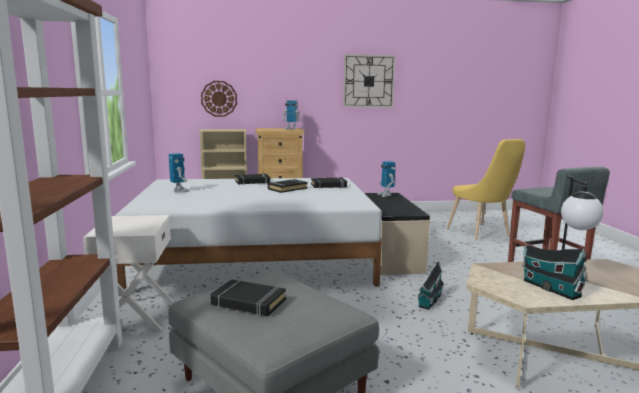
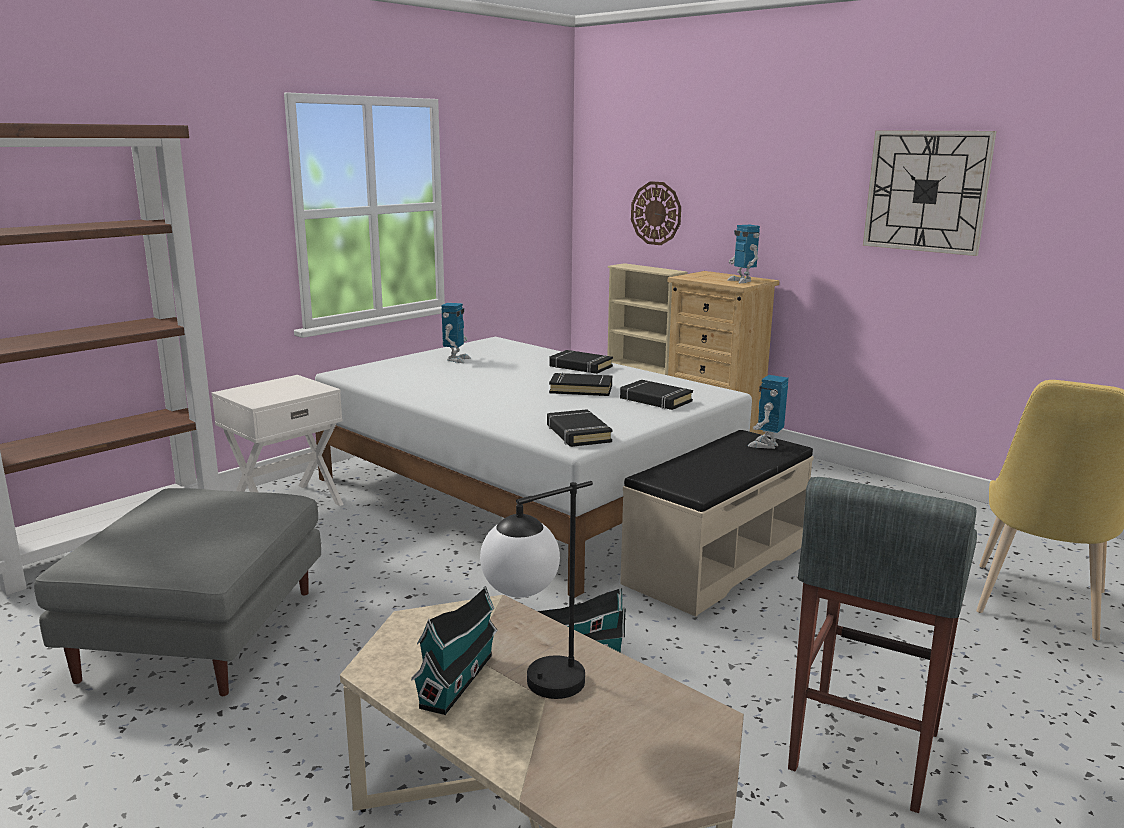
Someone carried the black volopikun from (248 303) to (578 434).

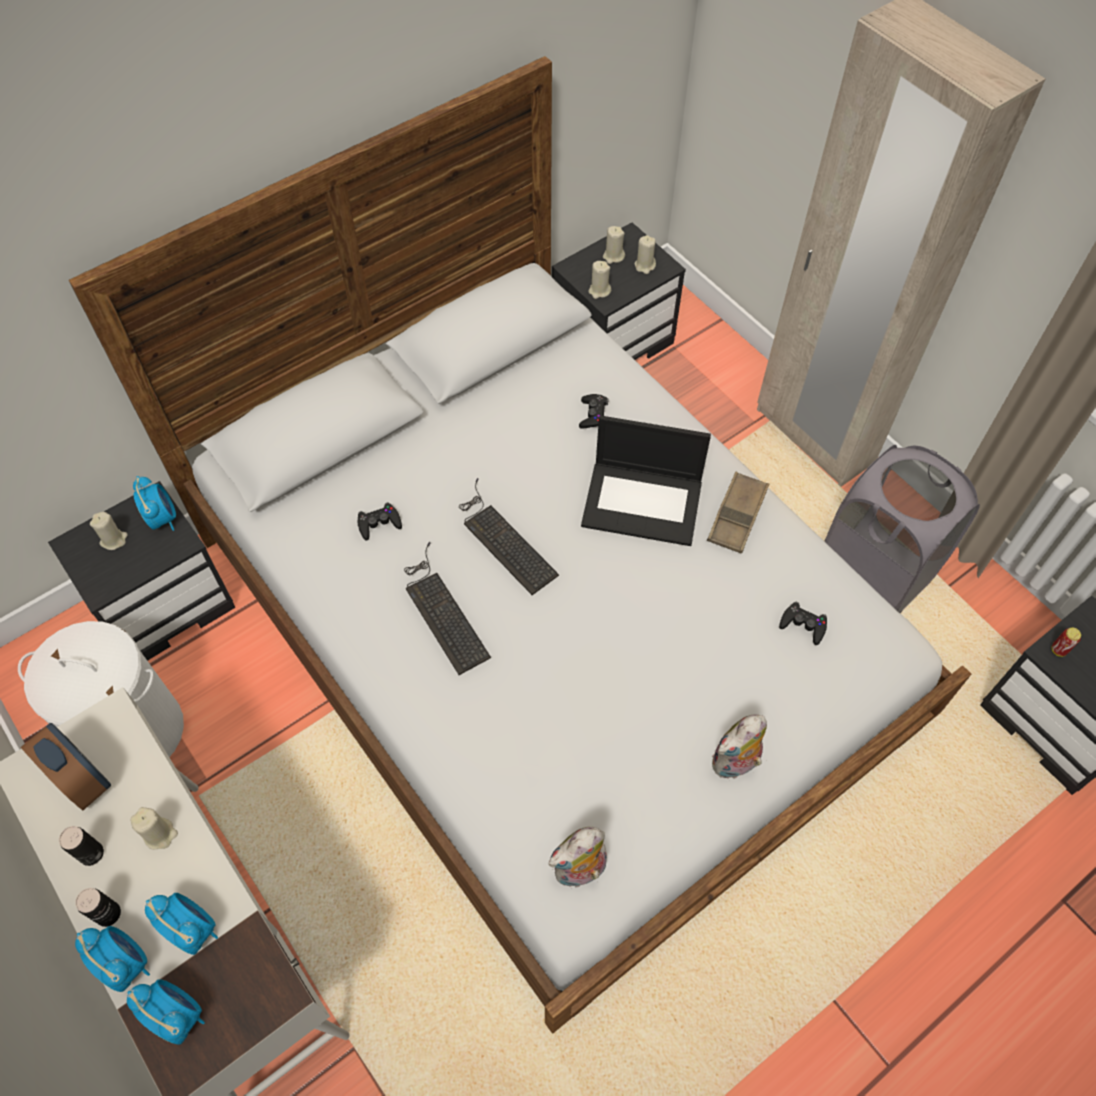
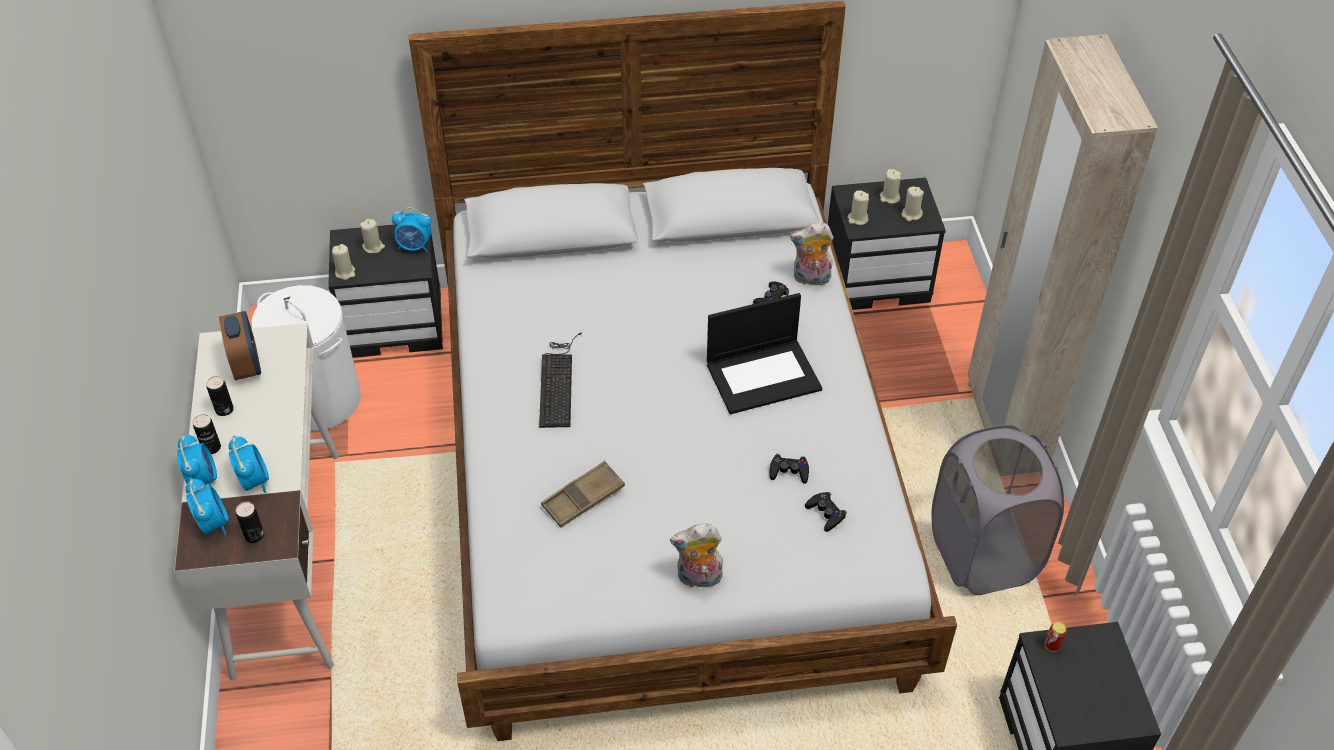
Someone took away the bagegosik at (503 539).
Someone put down the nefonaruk at (254 535).
Someone carried the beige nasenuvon from (160 834) to (345 272).
Someone carried the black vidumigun from (379 523) to (789 471).
Someone carried the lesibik from (580 871) to (810 279).
Someone carried the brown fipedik from (737 516) to (583 498).
Someone rotated the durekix at (162 518) by 90 degrees clockwise.
Someone rotated the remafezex at (643 502) by 60 degrees counterclockwise.

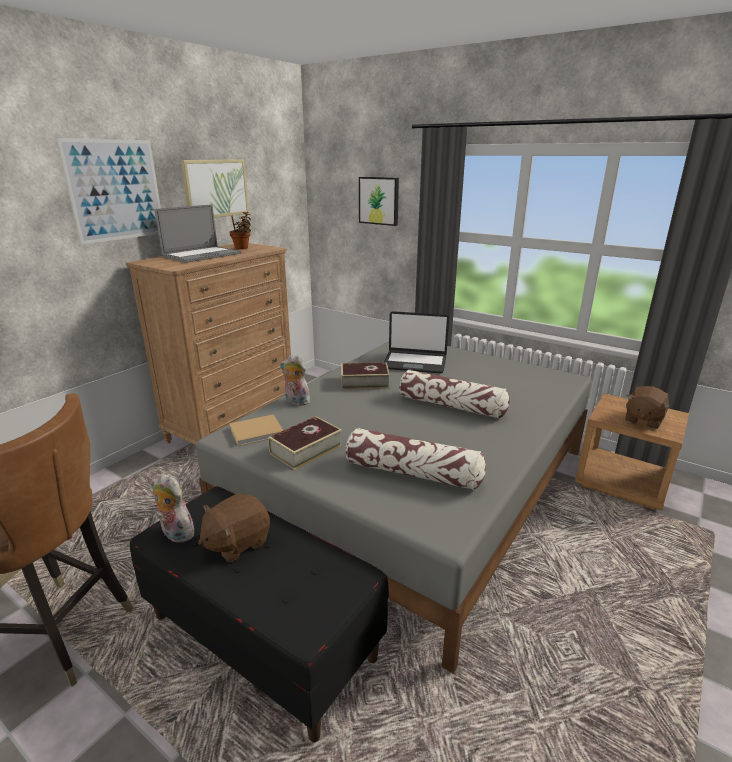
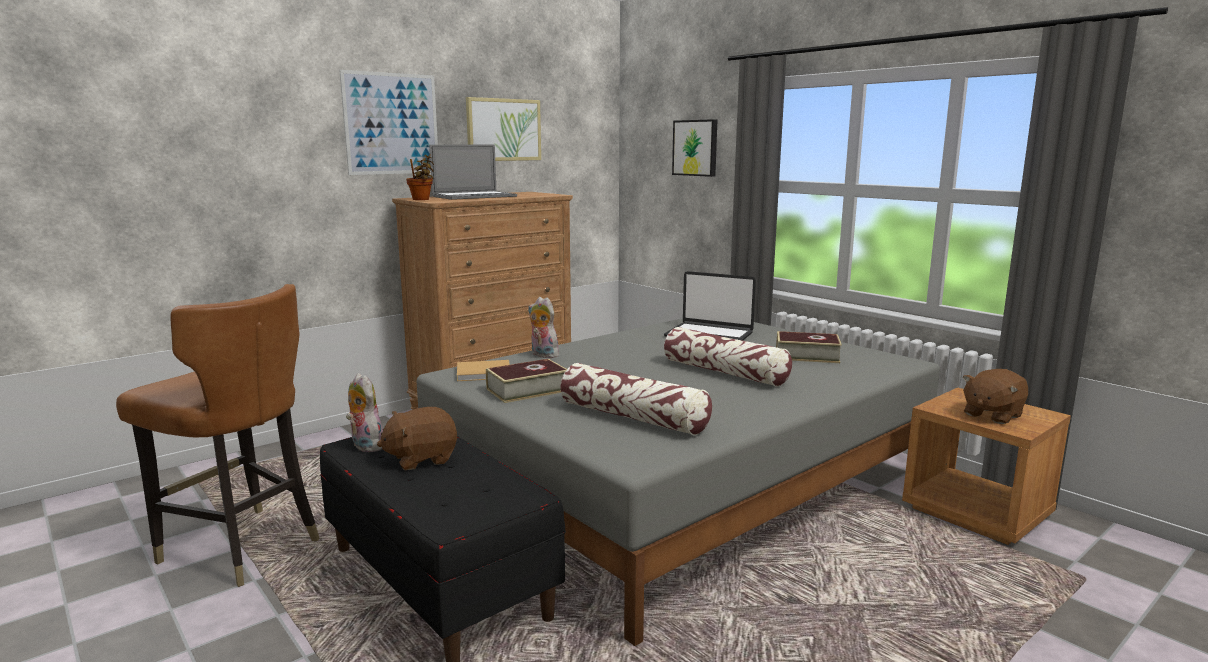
Someone carried the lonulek from (242 248) to (422 199).
Someone carried the volopikun from (364 382) to (807 355).

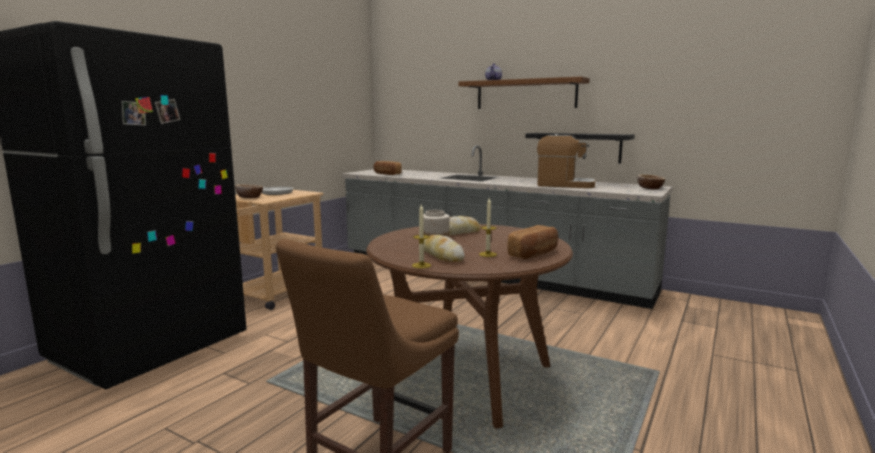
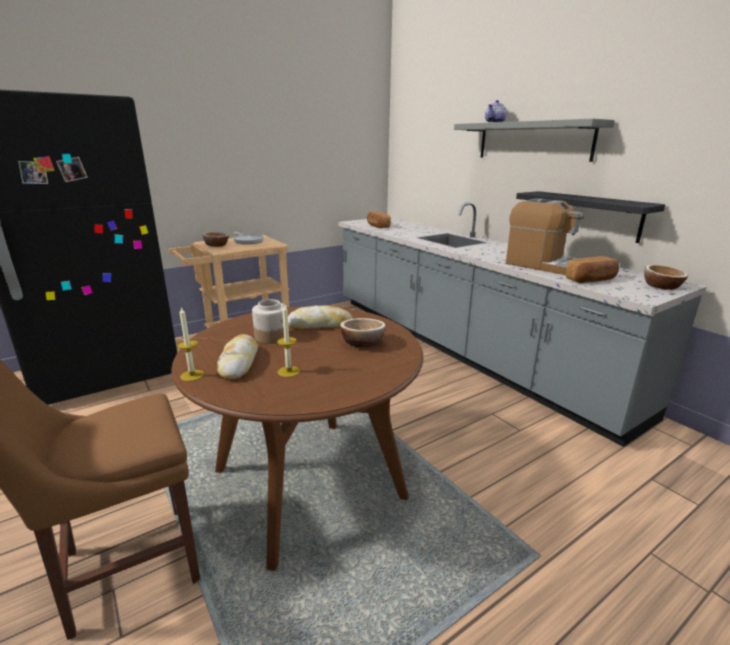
Someone put down the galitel at (362 343).
Someone carried the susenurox from (534 253) to (591 280).
Someone repainted the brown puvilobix at (525 94), which became the grey puvilobix at (533 141).

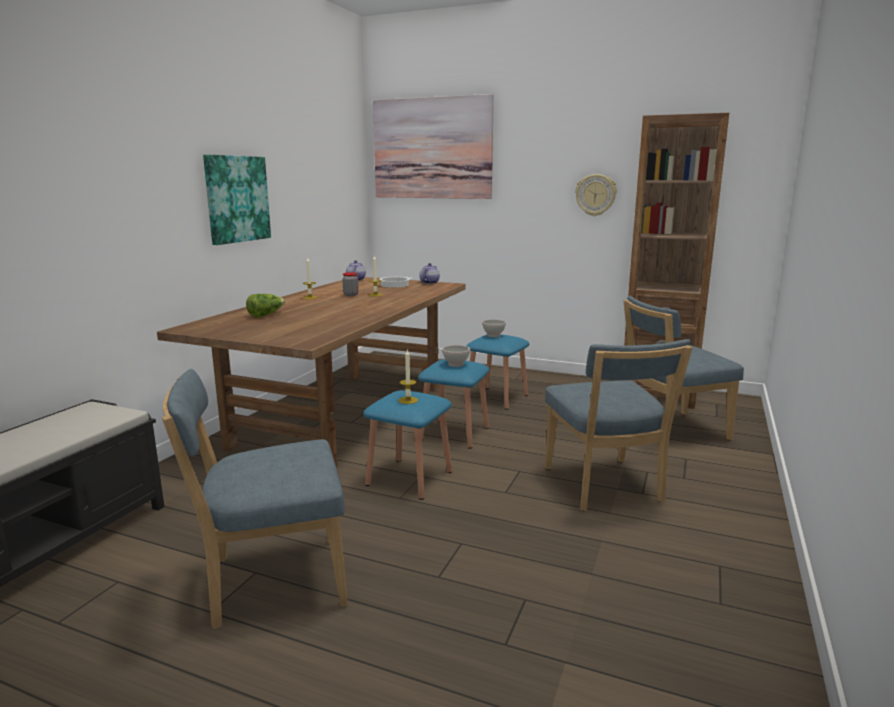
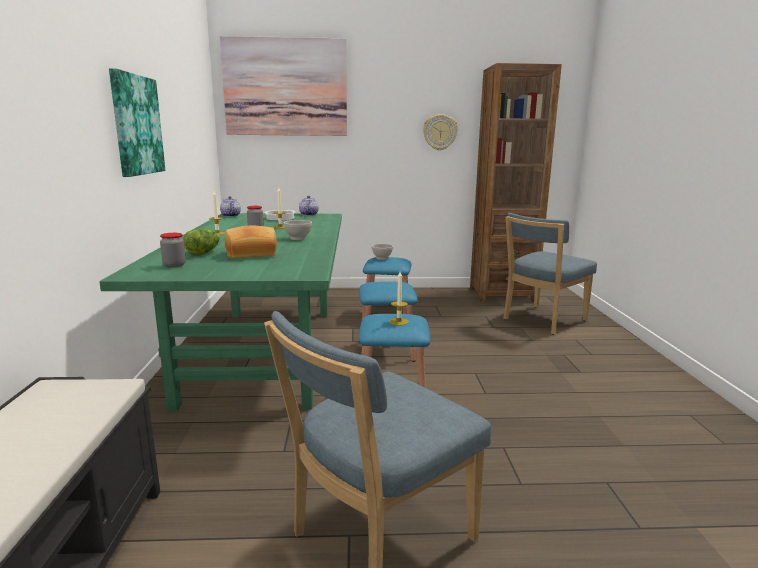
Someone took away the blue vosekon at (605 487).
Someone put down the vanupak at (174 265).
Someone put down the susenurox at (251 254).
Someone carried the white galitel from (456 364) to (298 238).
Someone repainted the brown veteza at (344 414), which became the green veteza at (265 351).

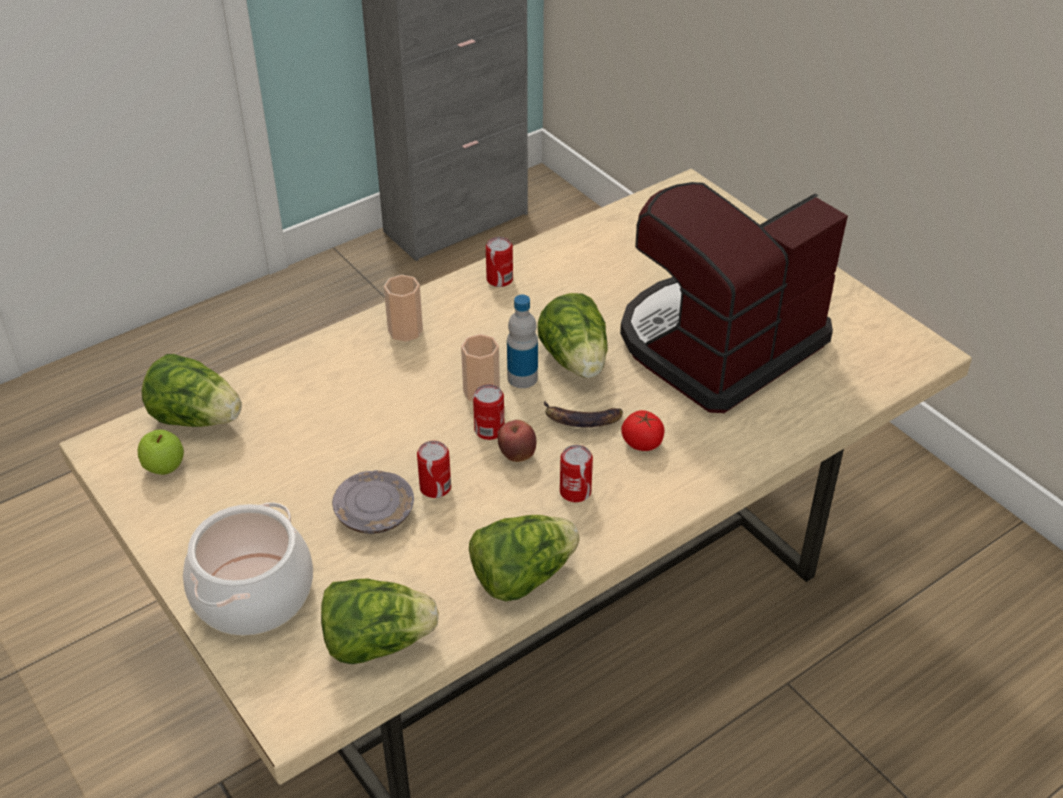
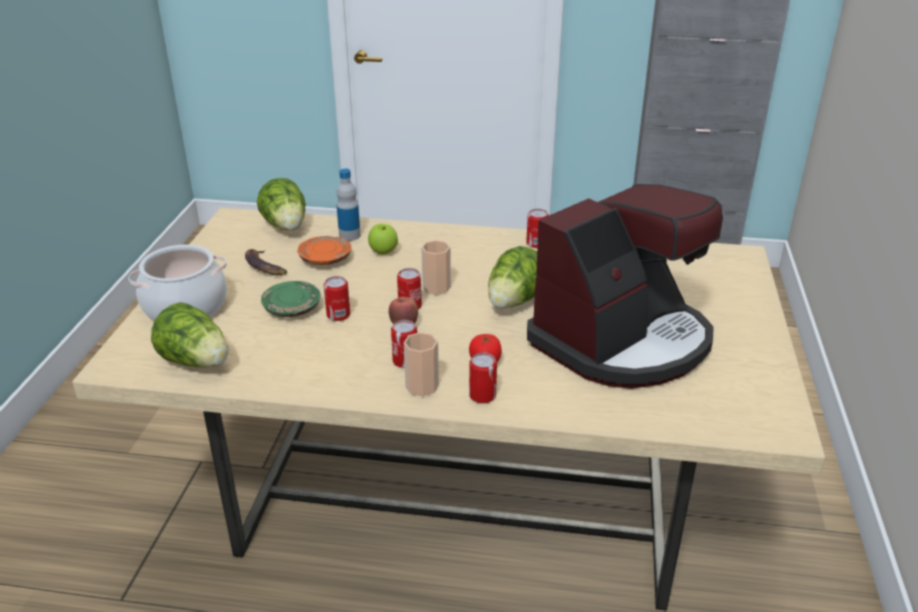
Someone took away the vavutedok at (522 576).
Someone put down the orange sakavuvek at (325 259).
Someone put down the nefonaruk at (482 395).
Someone carried the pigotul from (164 467) to (383 252).
Someone carried the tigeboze from (405 330) to (422 386).
Someone carried the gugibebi from (522 378) to (349 235).
Someone carried the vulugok from (581 420) to (264 266).
Someone repainted the grey sakavuvek at (375 512), which became the green sakavuvek at (292 308).
Someone rotated the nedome at (718 344) by 135 degrees clockwise.

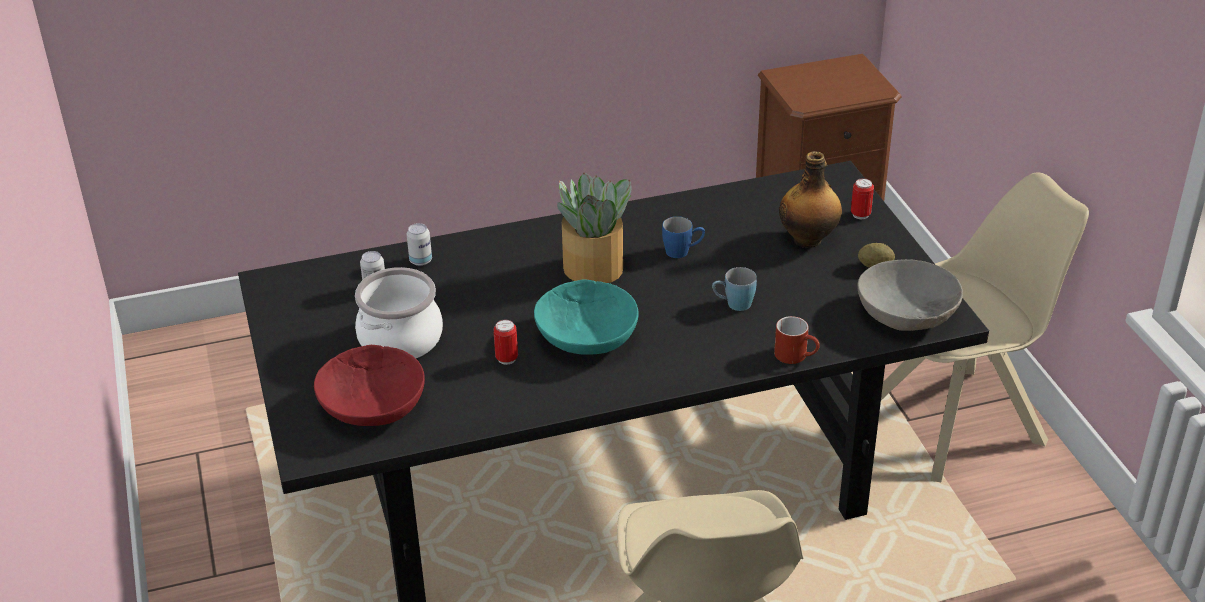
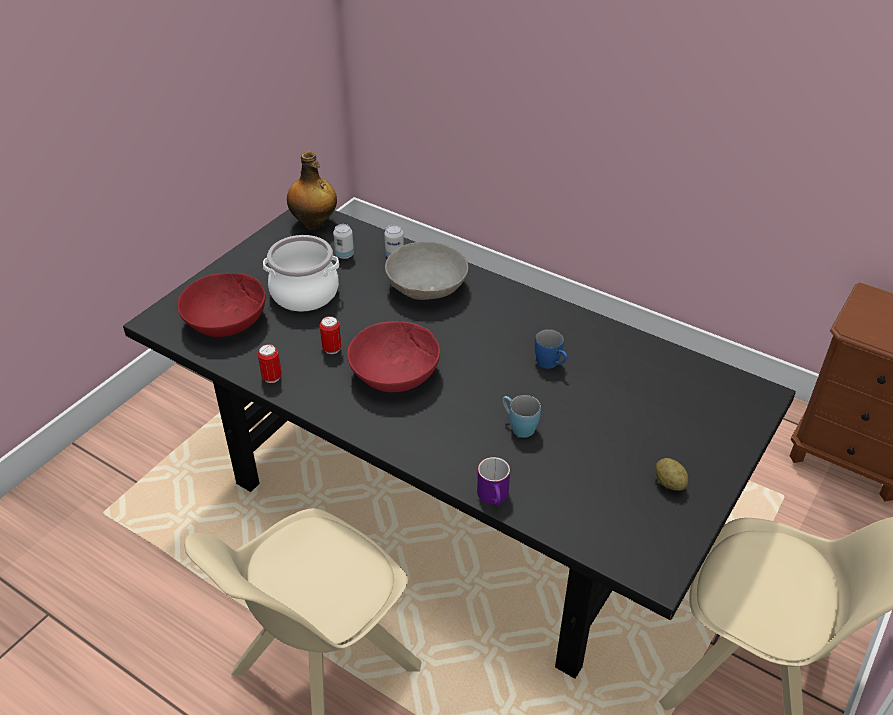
Someone took away the lonulek at (594 269).
Someone carried the gugibebi from (808 239) to (314 223).
Someone carried the nefonaruk from (860 215) to (272 377).
Someone carried the grey galitel from (907 314) to (427 287).
Someone repainted the turquoise galitel at (586 337), which became the red galitel at (394 372).
Someone repainted the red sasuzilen at (796 355), which became the purple sasuzilen at (495 497).

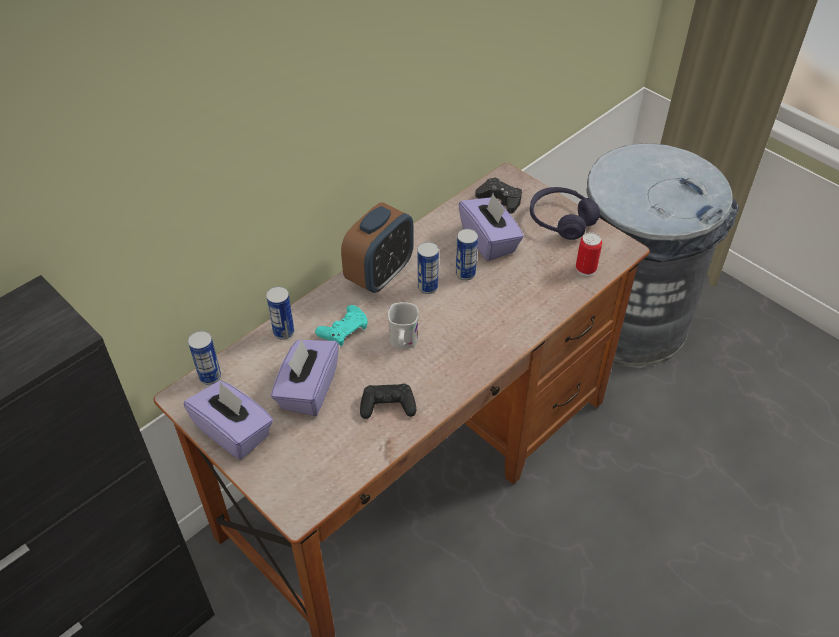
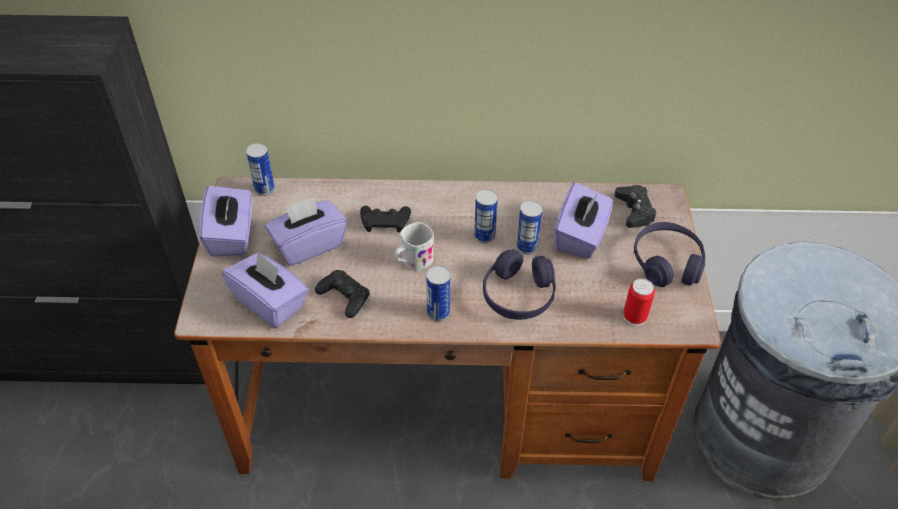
Someone took away the durekix at (380 274).
Someone put down the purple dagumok at (270 302).
Someone put down the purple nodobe at (518 295).
Someone carried the nefonaruk from (283 332) to (438 313).
Someone repainted the turquoise vidumigun at (343 330), which became the black vidumigun at (385 222).

